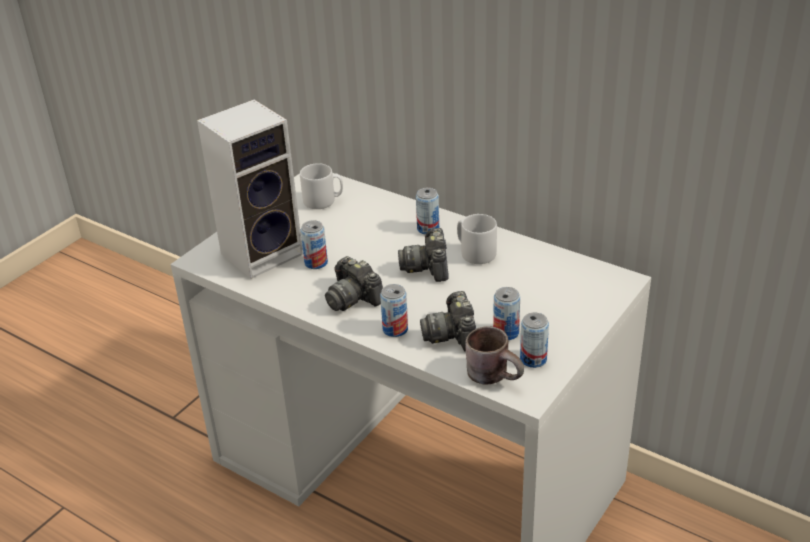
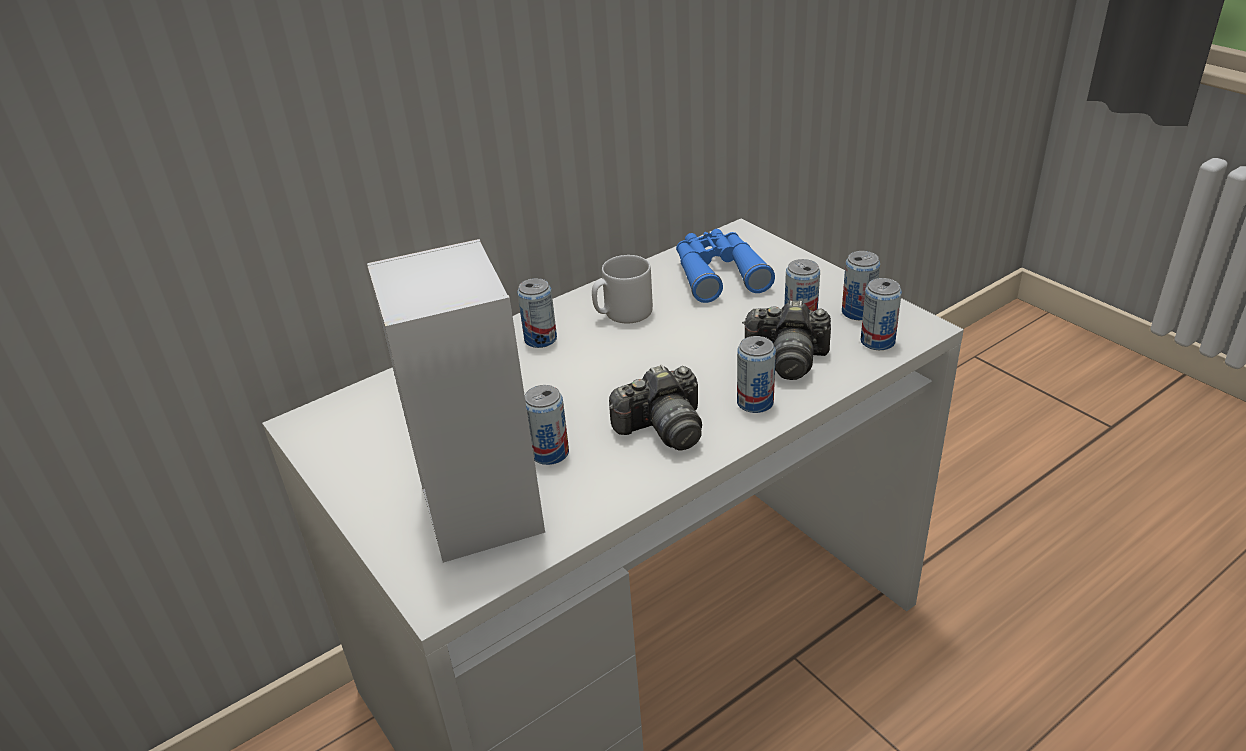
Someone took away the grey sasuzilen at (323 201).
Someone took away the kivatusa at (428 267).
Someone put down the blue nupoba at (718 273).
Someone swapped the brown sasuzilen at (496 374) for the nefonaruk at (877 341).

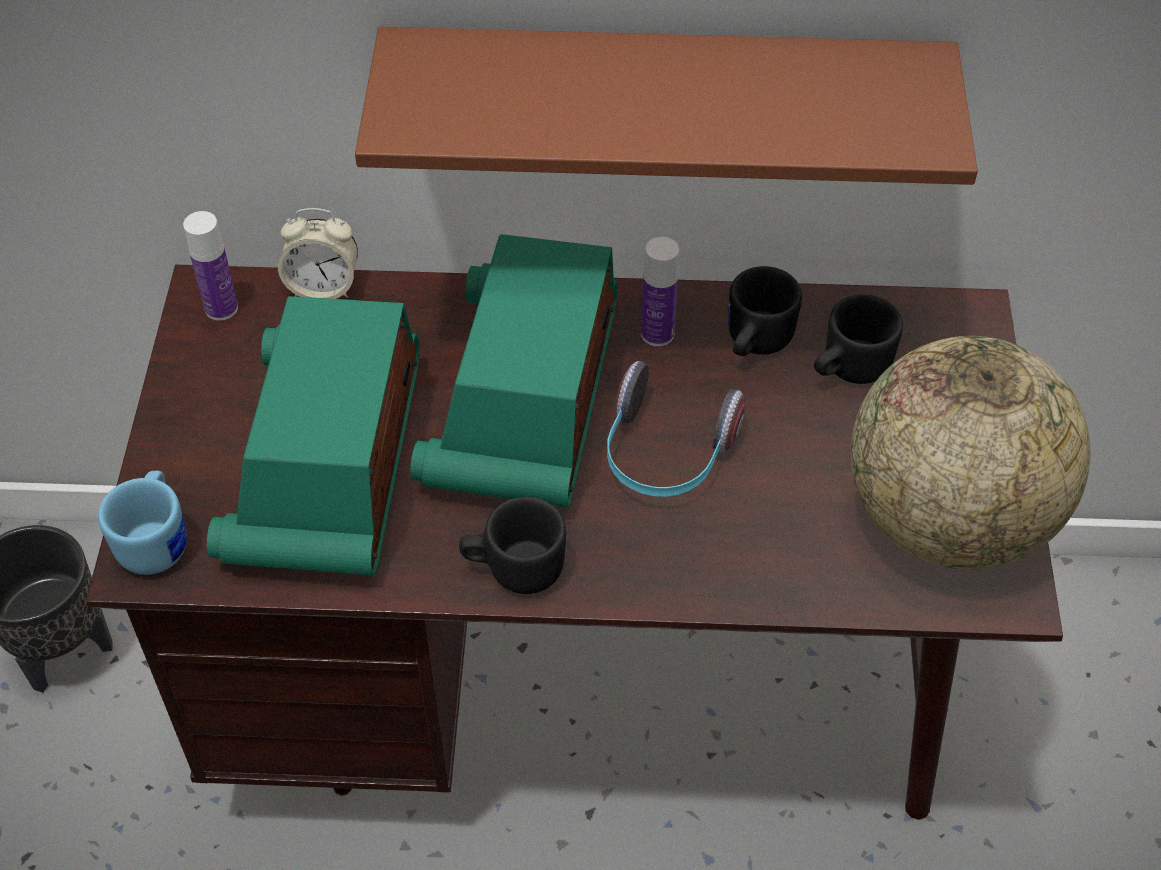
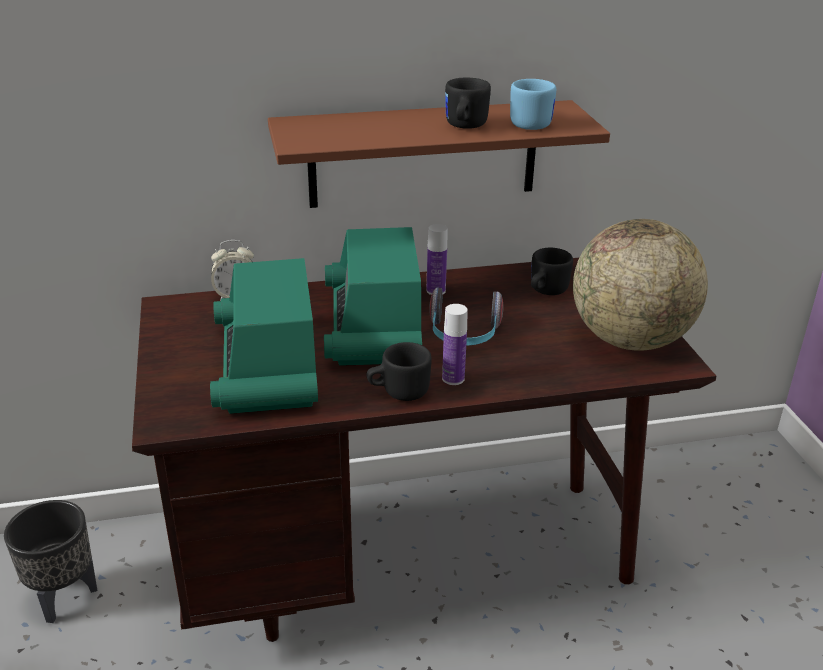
Someone carried the blue sasuzilen from (157 539) to (529 123).
Someone carried the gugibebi from (221 308) to (453 378).
Someone carried the black sasuzilen from (754 343) to (464 126).

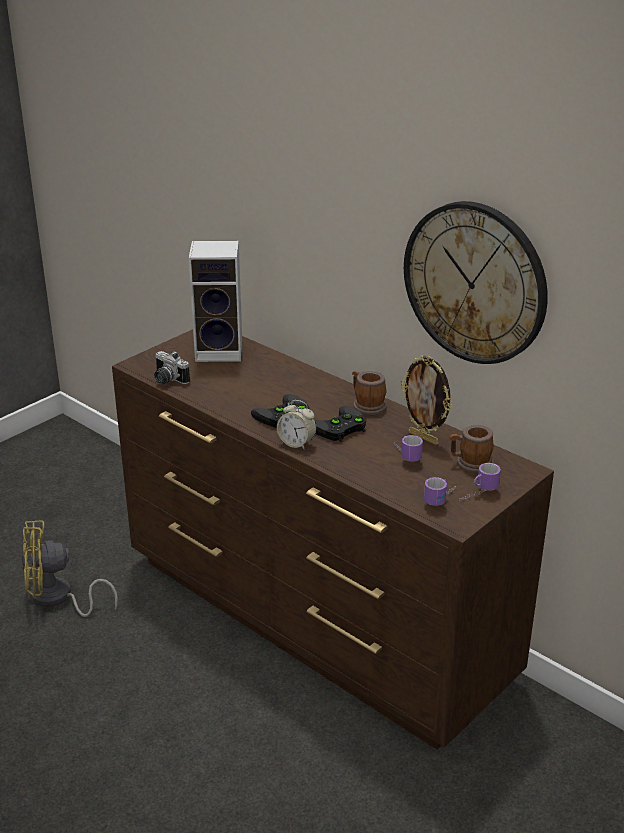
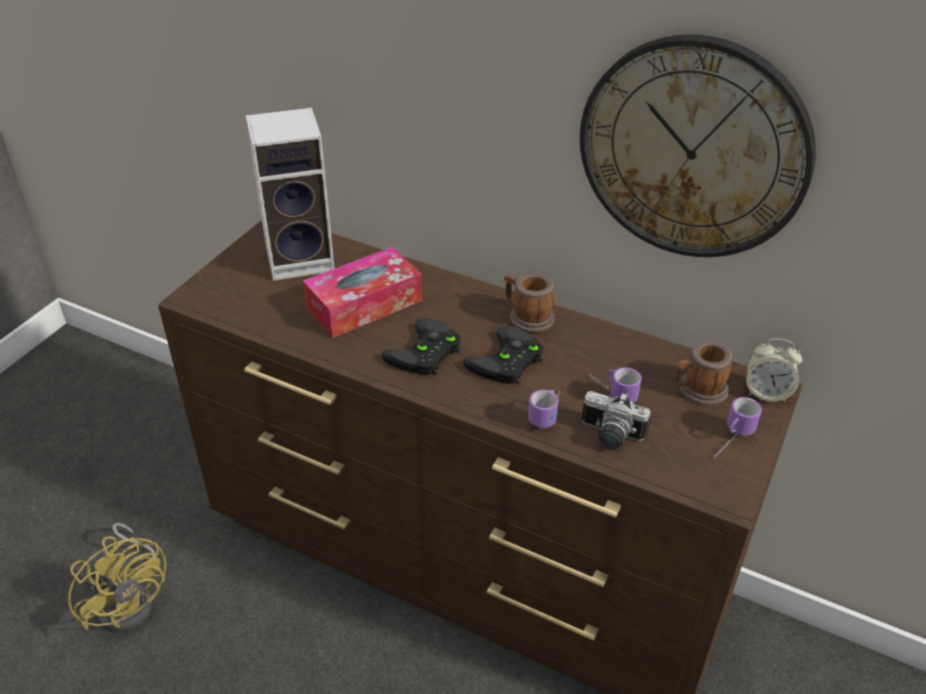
Someone took away the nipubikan at (424 438).
Someone put down the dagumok at (364 304).
Someone carried the kivatusa from (167 380) to (609 436).
Someone carried the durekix from (296 443) to (766 392).
Someone carried the sasuzilen from (442 499) to (548 413).
Someone rotated the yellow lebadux at (57 598) by 105 degrees counterclockwise.

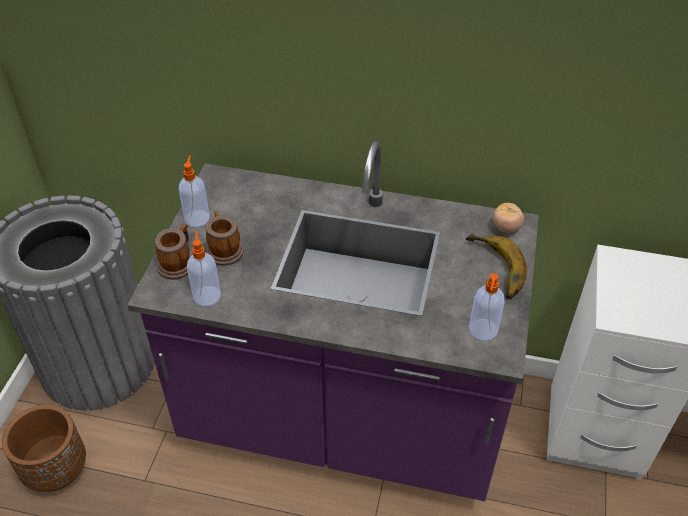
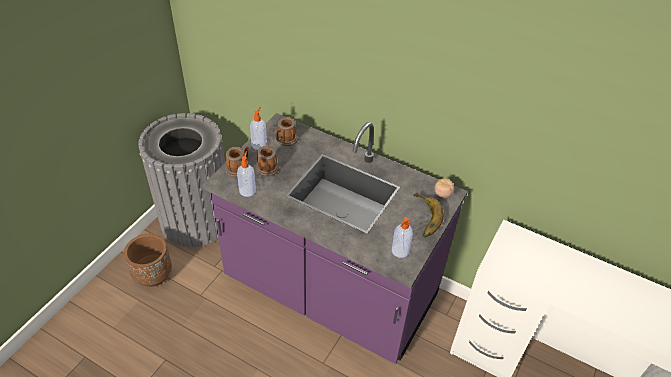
Someone put down the sasuzilen at (285 140).

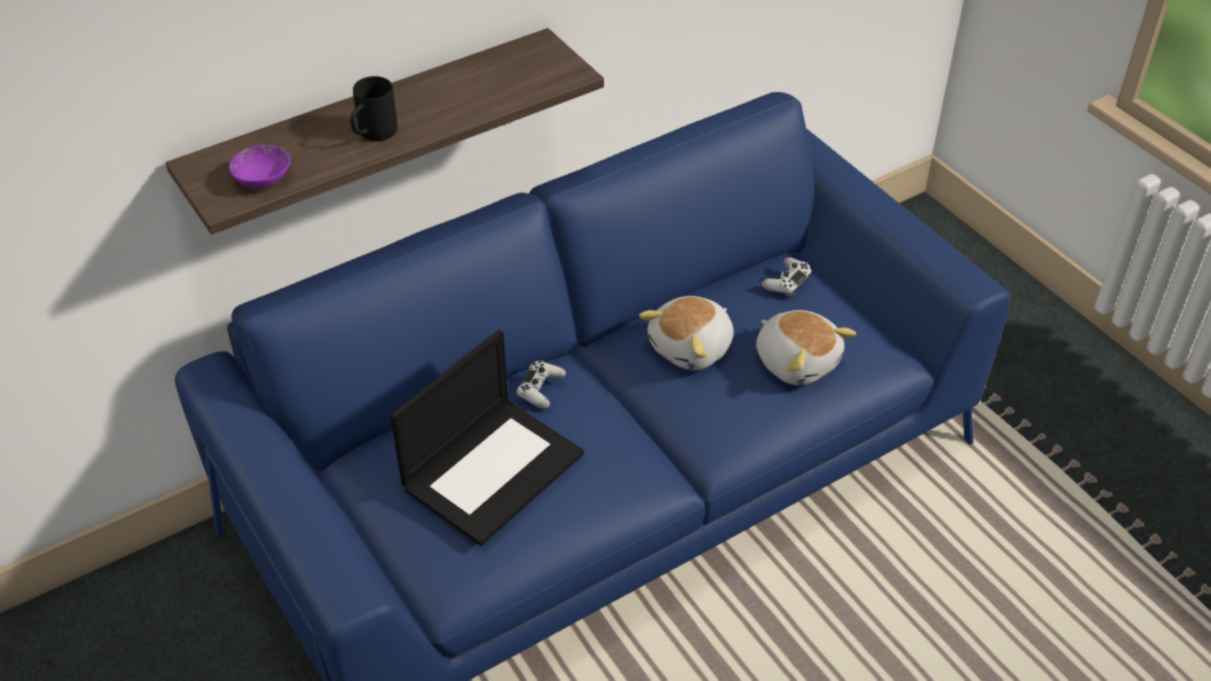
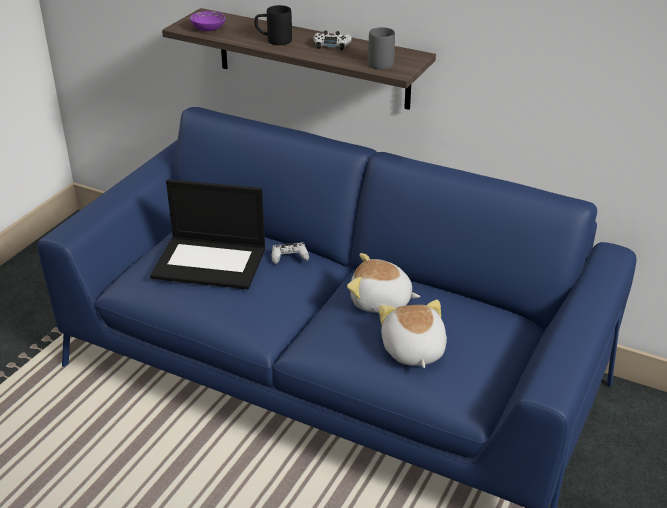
Someone put down the grey sasuzilen at (381 62).
Someone carried the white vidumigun from (787 282) to (331 45).
Someone rotated the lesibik at (797 361) by 150 degrees clockwise.

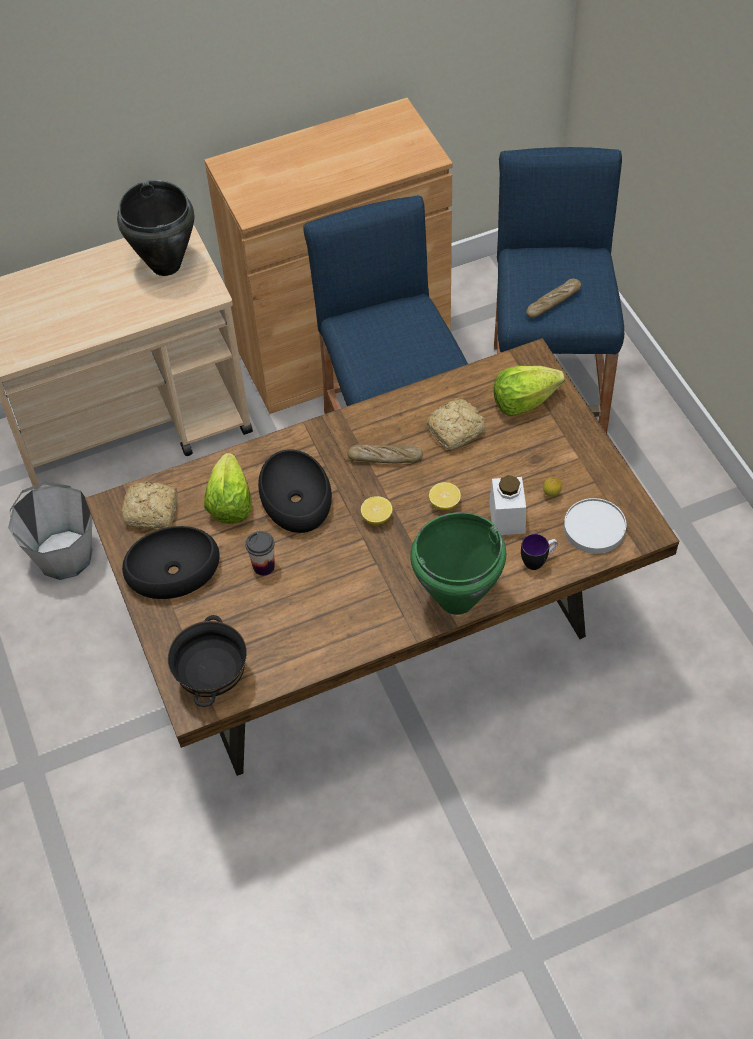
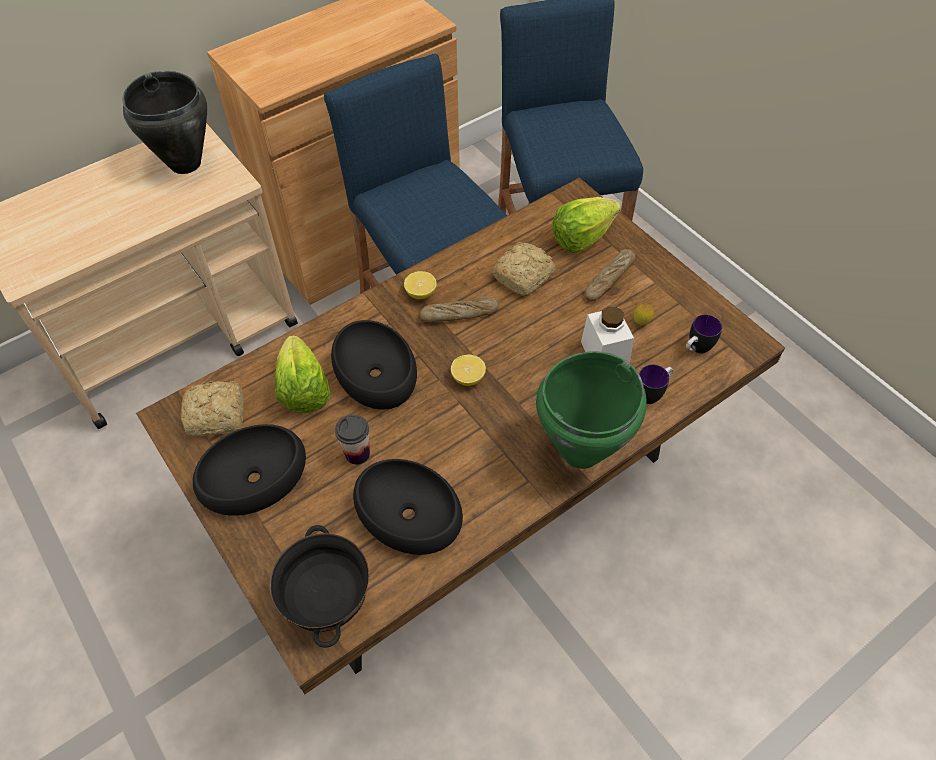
Someone took away the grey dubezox at (64 555).
Someone put down the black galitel at (407 515).
Someone carried the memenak from (444 503) to (421 293).
Someone carried the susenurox from (553 302) to (609 279).
Someone swapped the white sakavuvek at (594 528) for the sasuzilen at (696 349).

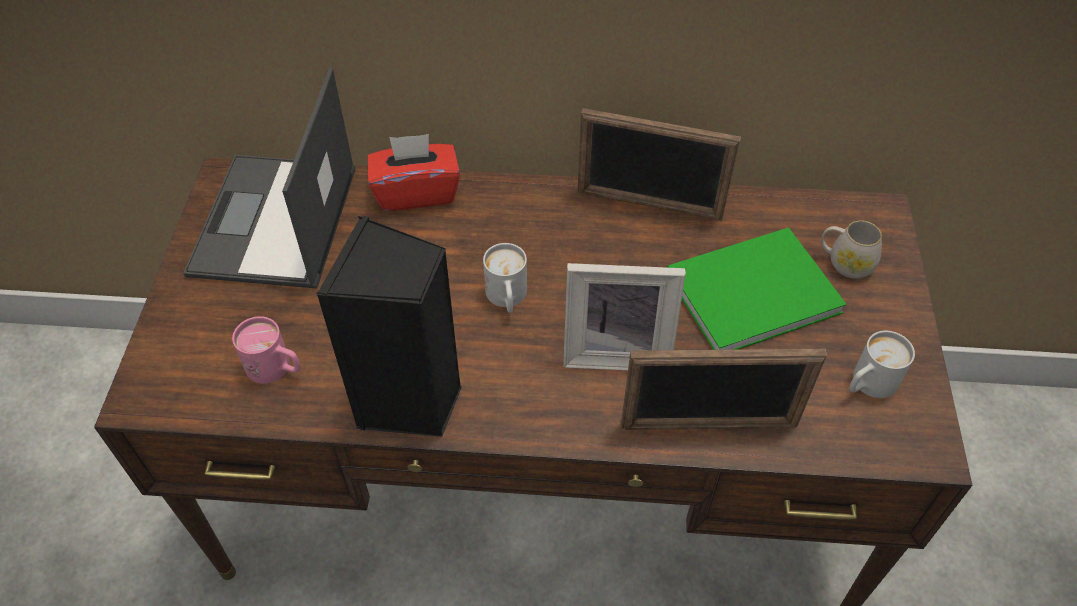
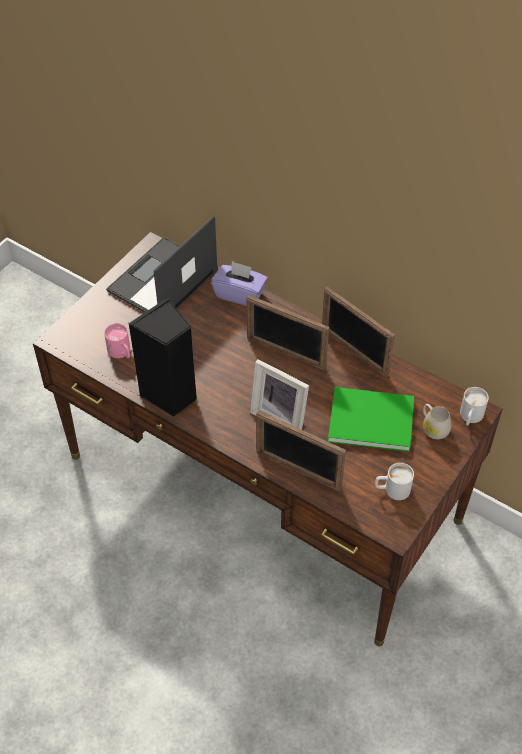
Someone put down the nipubikan at (285 353).
Someone carried the white sasuzilen from (507 299) to (470 417).
Someone repainted the red dagumok at (416 192), which became the purple dagumok at (240 294).

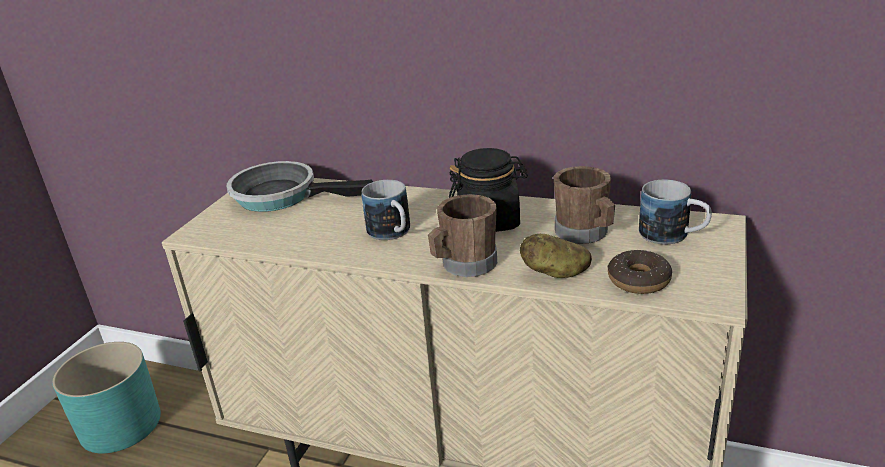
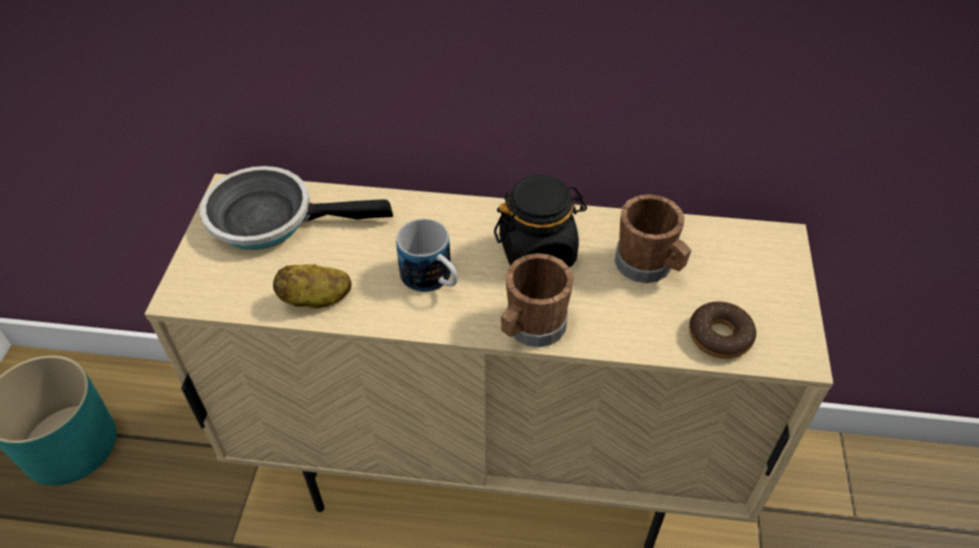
Someone took away the sasuzilen at (673 236).
Someone carried the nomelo from (555 273) to (316 299).

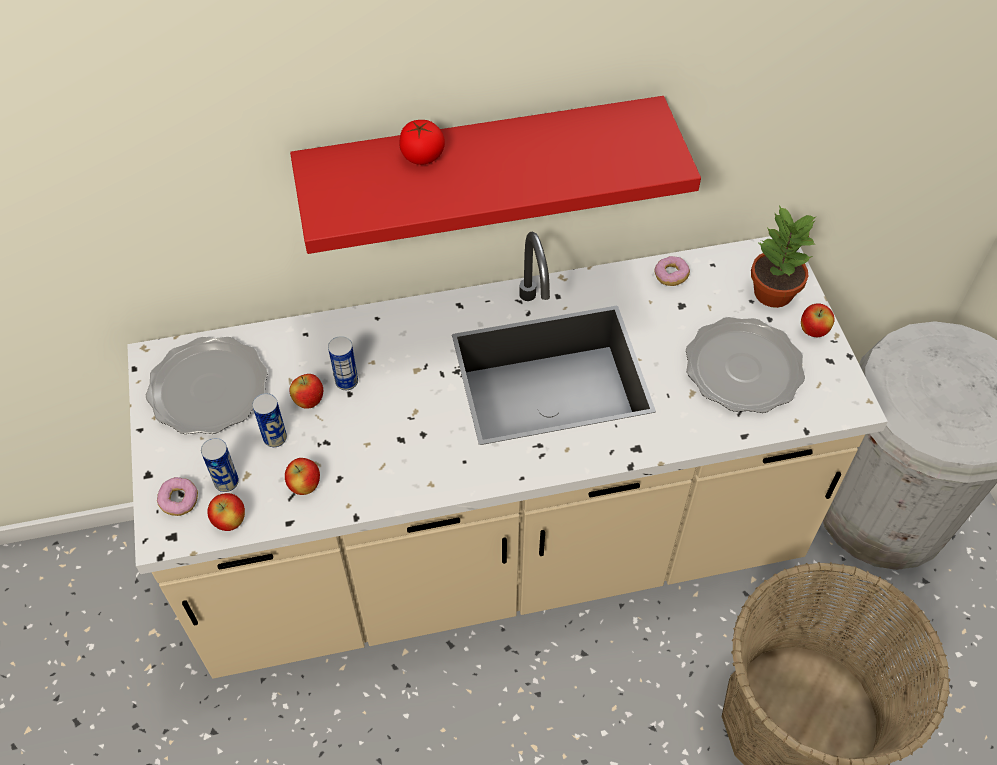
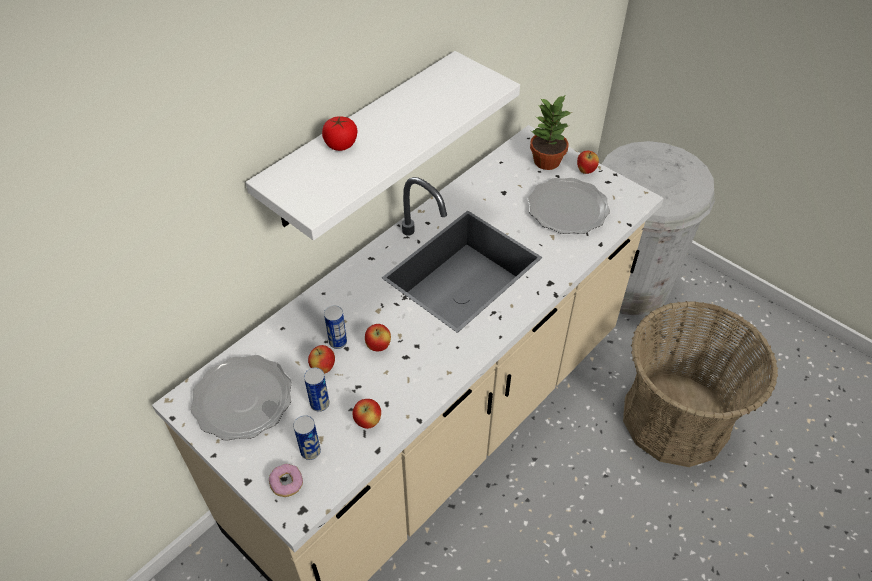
Someone took away the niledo at (671 276).
Someone carried the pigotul from (230 521) to (378 346).
Someone repainted the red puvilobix at (481 161), which became the white puvilobix at (361 141).

